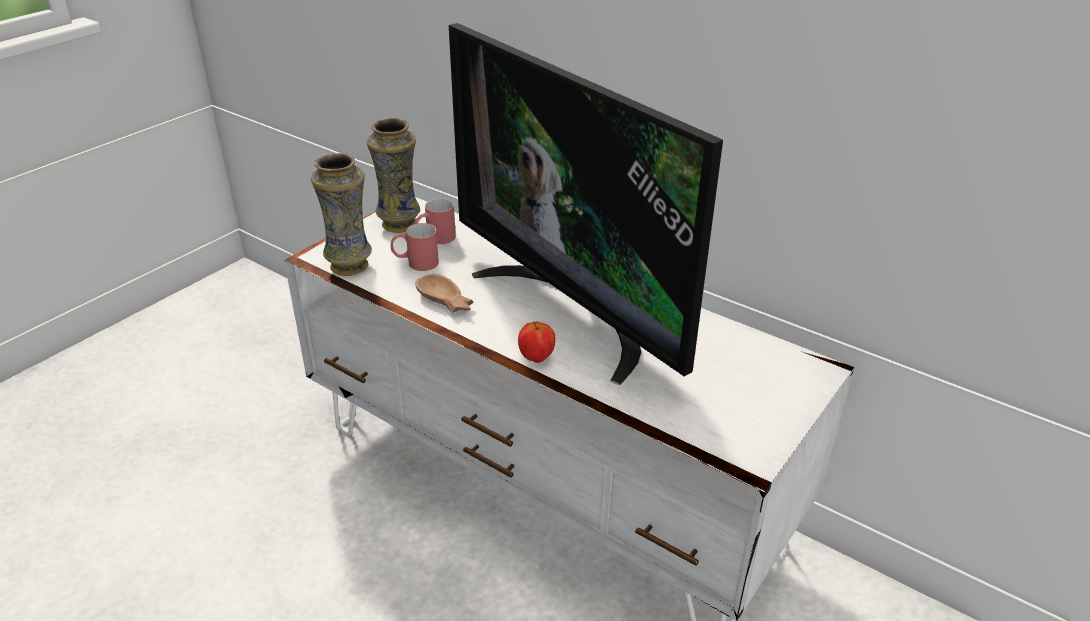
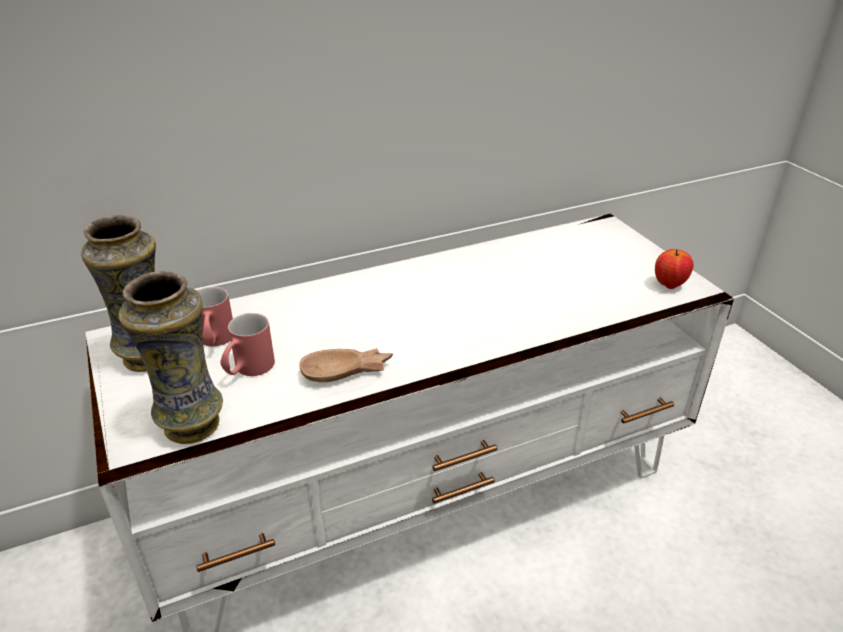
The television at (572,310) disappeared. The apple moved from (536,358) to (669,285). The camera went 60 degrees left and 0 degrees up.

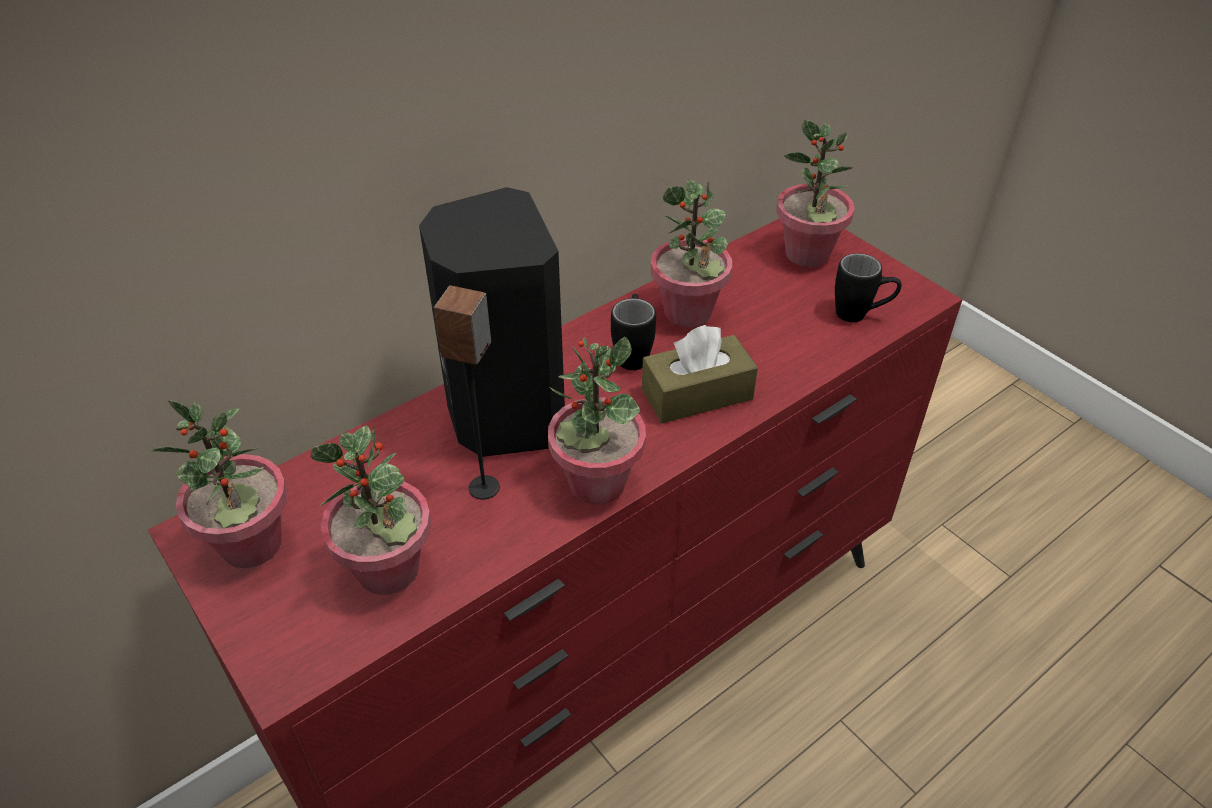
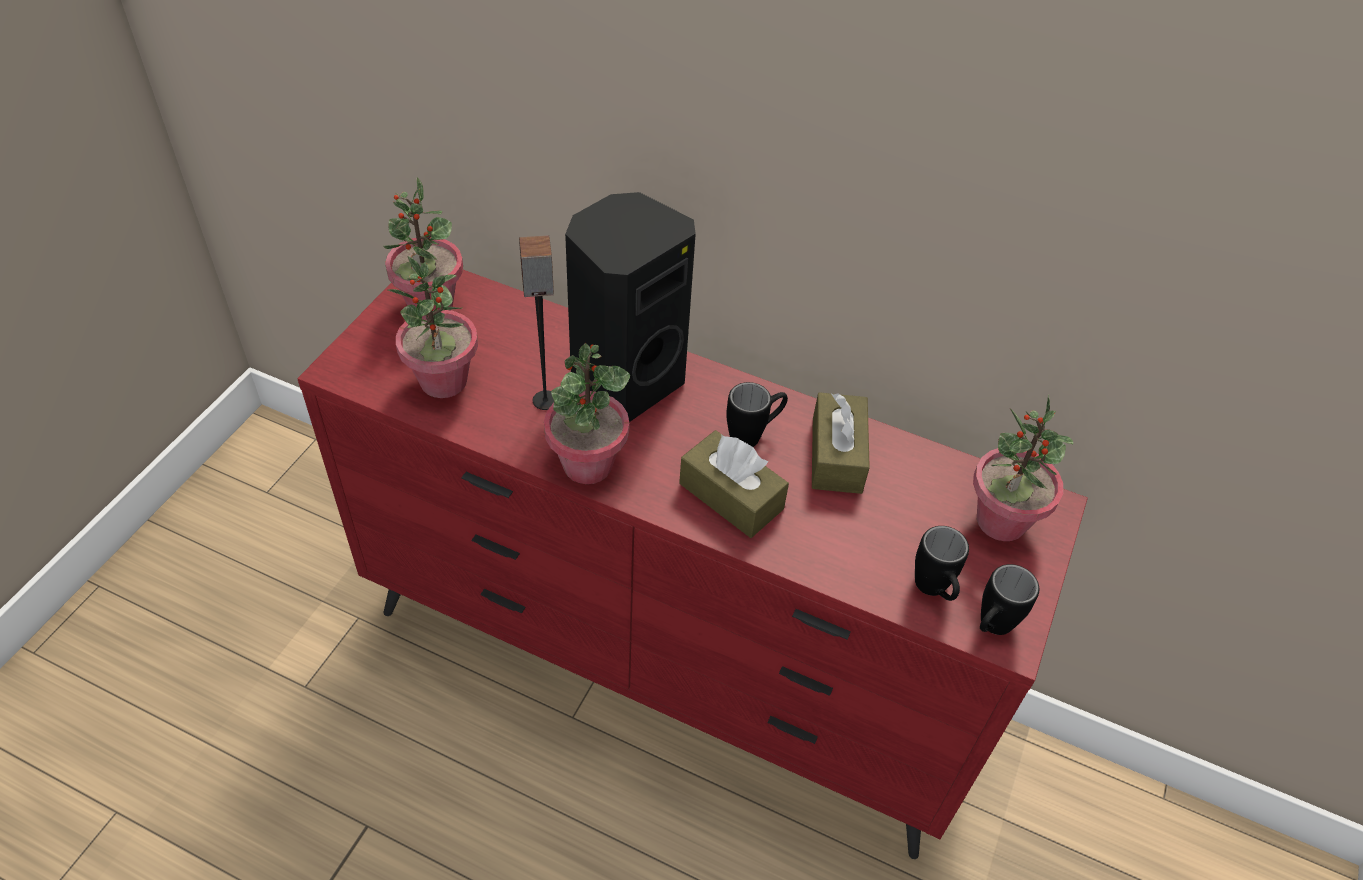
The potted plant at (688,312) was replaced by the tissue box in brown at (836,455). The mug in black at (990,628) appeared. The camera went 60 degrees right and 5 degrees up.

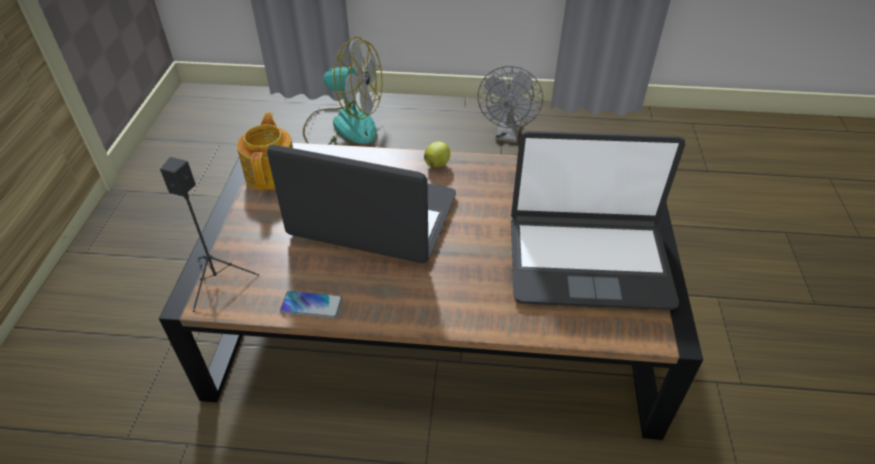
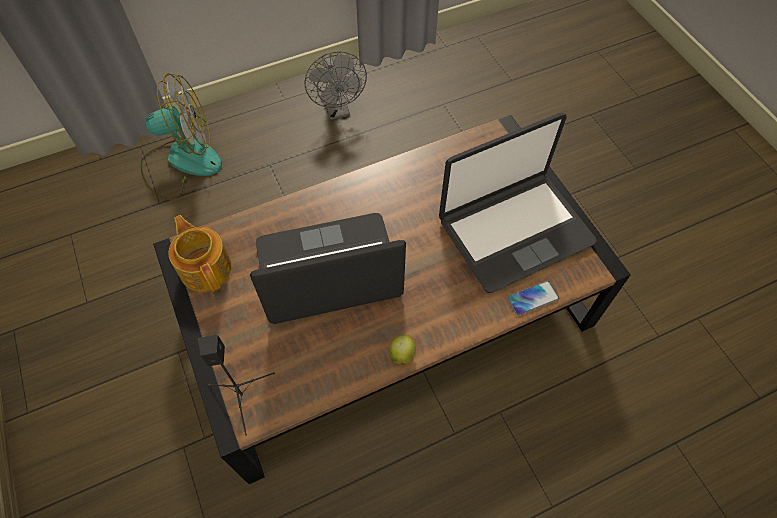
The apple moved from (437,164) to (401,354). The phone moved from (311,305) to (532,298). The camera went 30 degrees left and 15 degrees up.

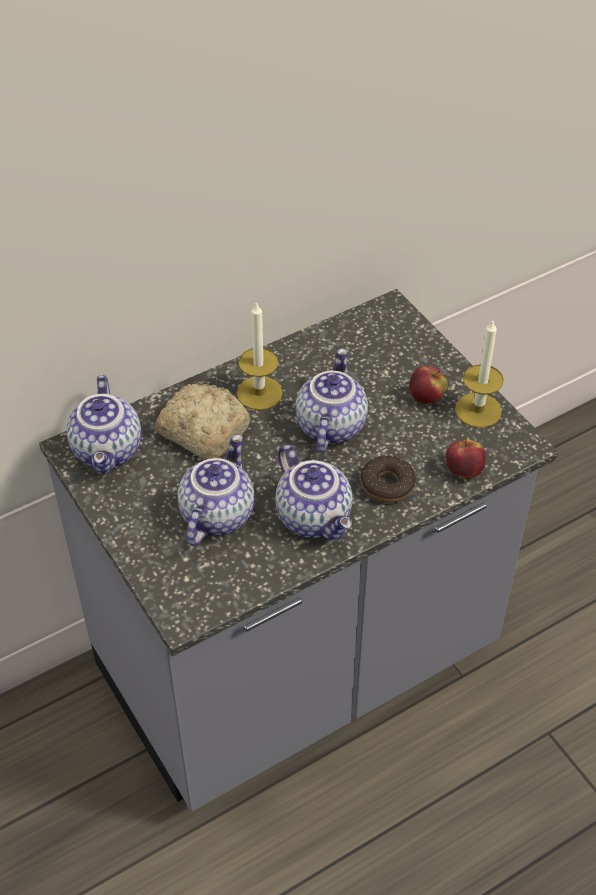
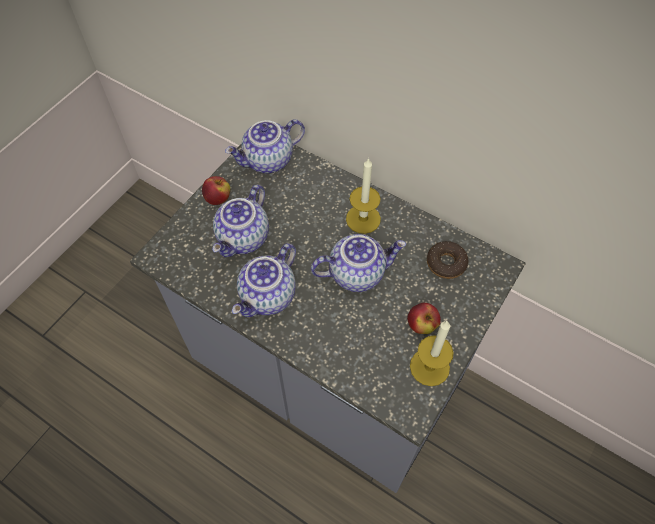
The bread at (202,430) disappeared. The teapot at (216,514) turned 120 degrees clockwise. The apple moved from (463,471) to (218,198). The donut moved from (387,485) to (446,263). The camera went 65 degrees right and 10 degrees up.

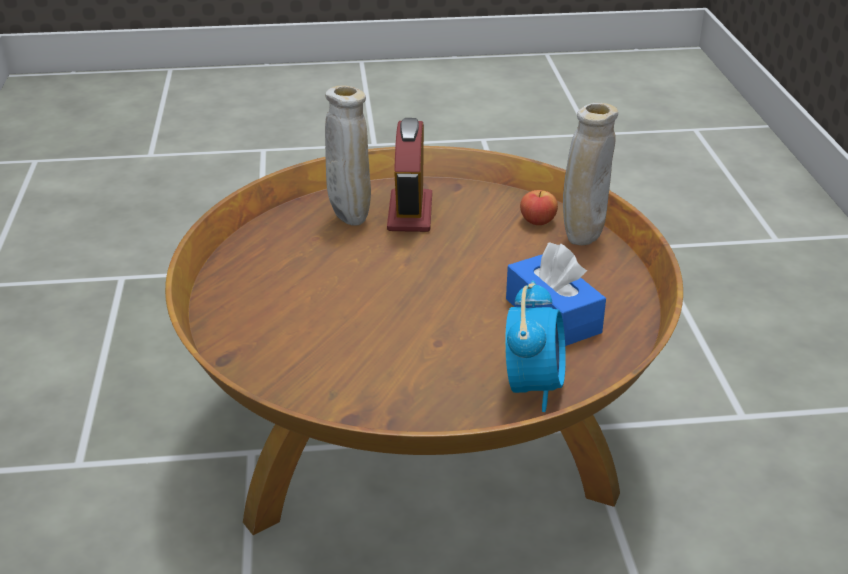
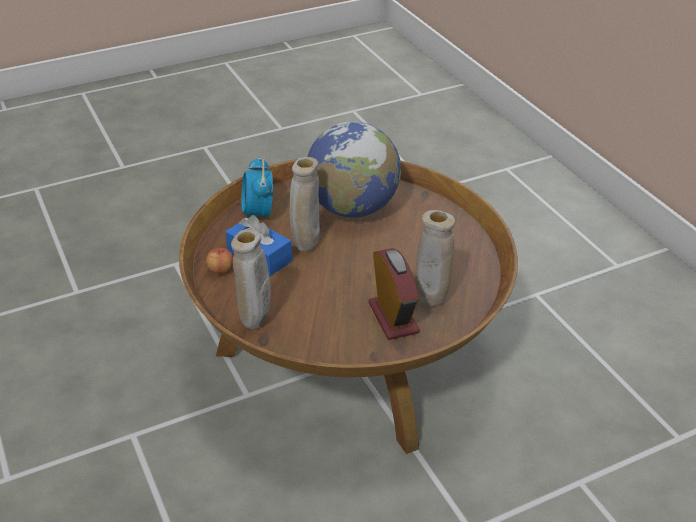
The apple moved from (537,221) to (220,270). The globe at (353,209) appeared. The vase in beige at (306,245) appeared. The camera went 160 degrees right and 5 degrees up.

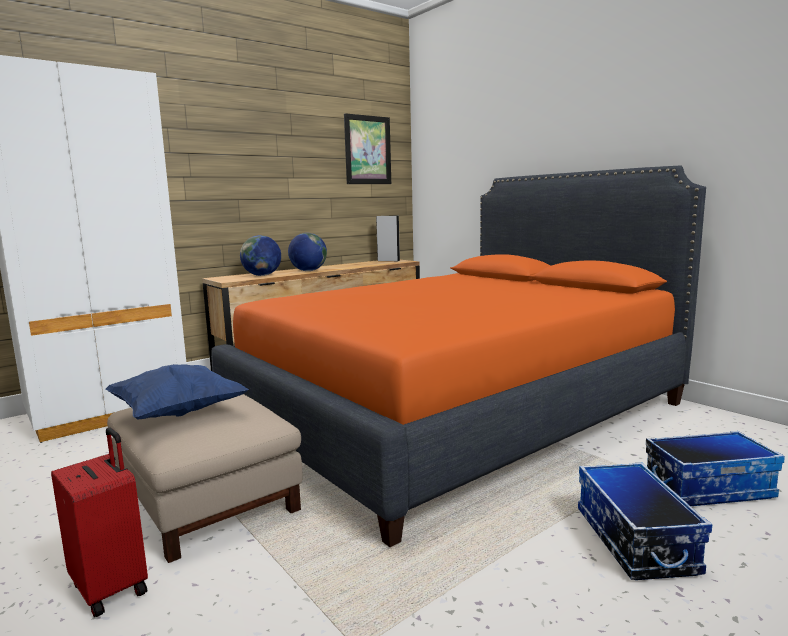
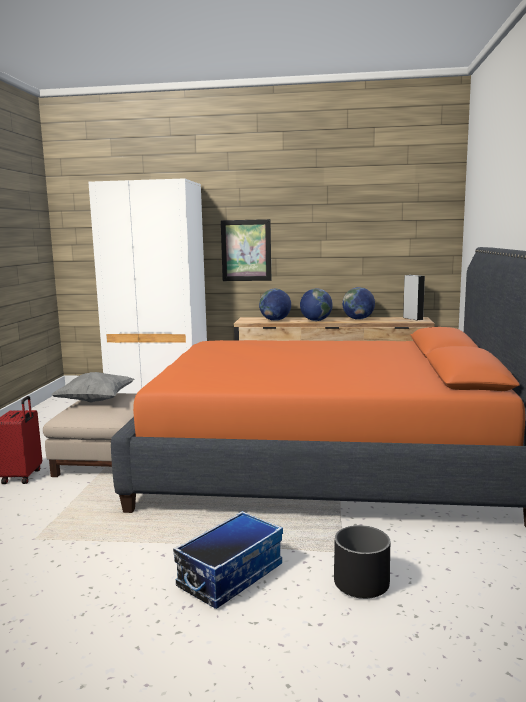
The picture moved from (367,150) to (246,250). The pillow in blue at (178,413) became the pillow in grey at (96,401). The storage box at (708,488) was replaced by the planter in black at (362,584). The globe at (358,319) appeared. The camera went 45 degrees right and 0 degrees up.

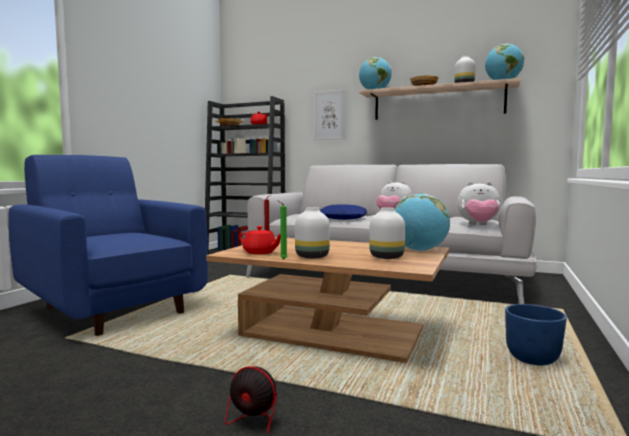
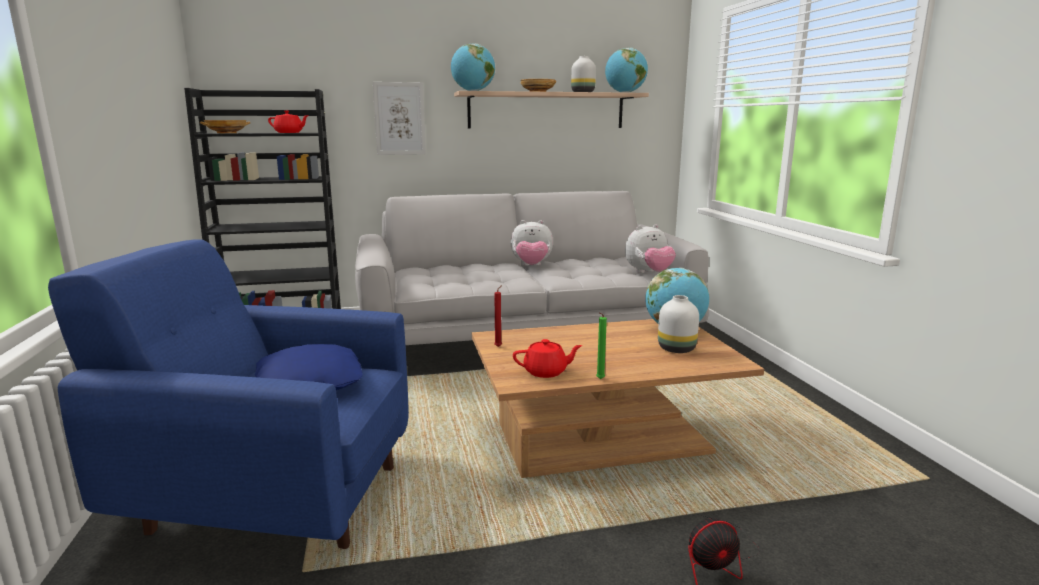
The pillow in blue moved from (343,218) to (311,382). The vase in white at (312,257) disappeared. The planter in blue at (533,359) disappeared. The camera went 35 degrees left and 10 degrees up.

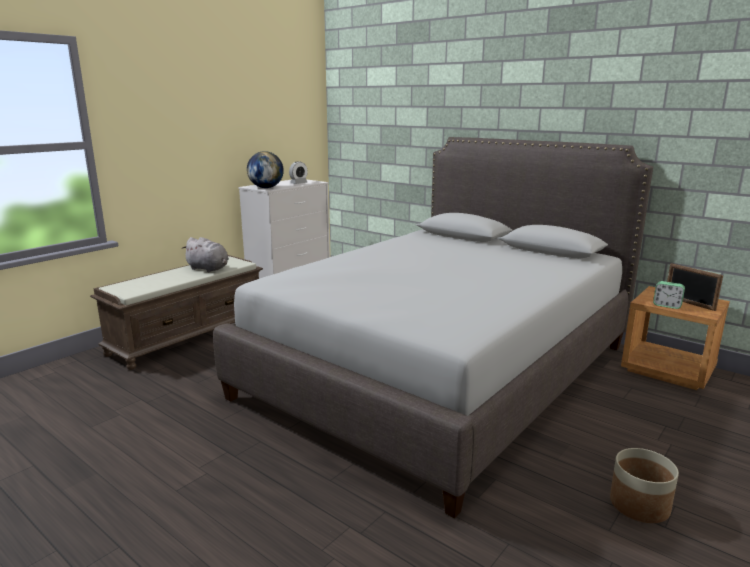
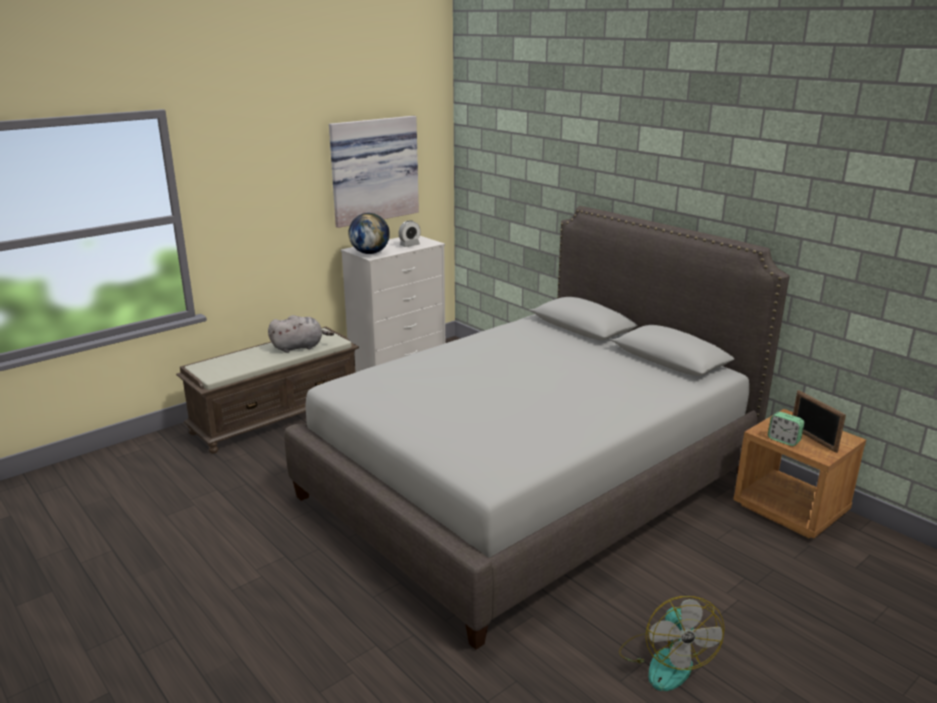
The plush toy in grey at (209,269) turned 60 degrees counterclockwise. The planter at (639,505) was replaced by the fan at (665,660). The picture at (373,170) appeared. The camera went 10 degrees right and 5 degrees up.

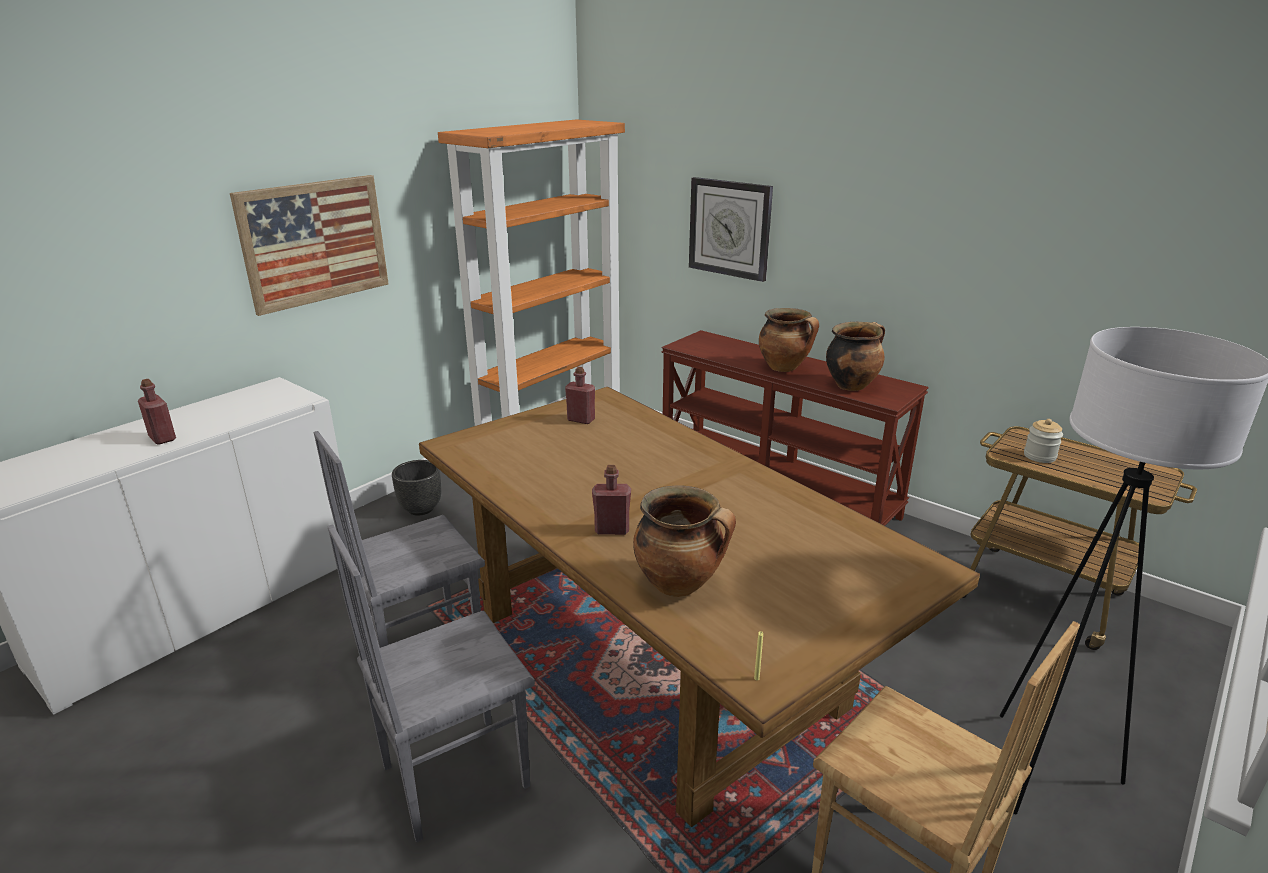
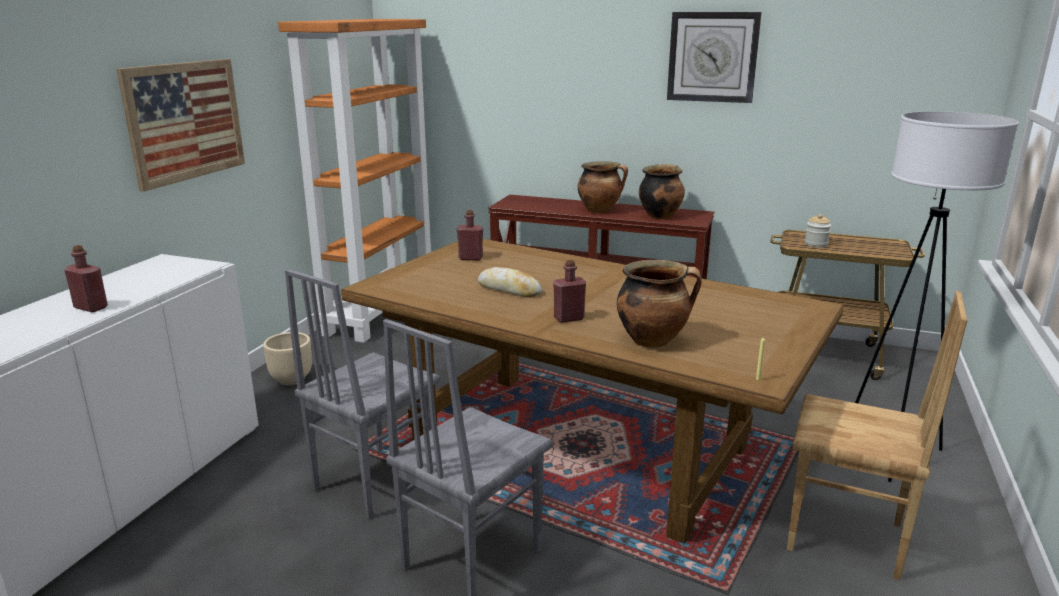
The wall clock moved from (730,228) to (712,57). The planter in black at (421,509) became the planter in beige at (292,380). The bread at (509,289) appeared. The camera went 20 degrees left and 5 degrees down.

